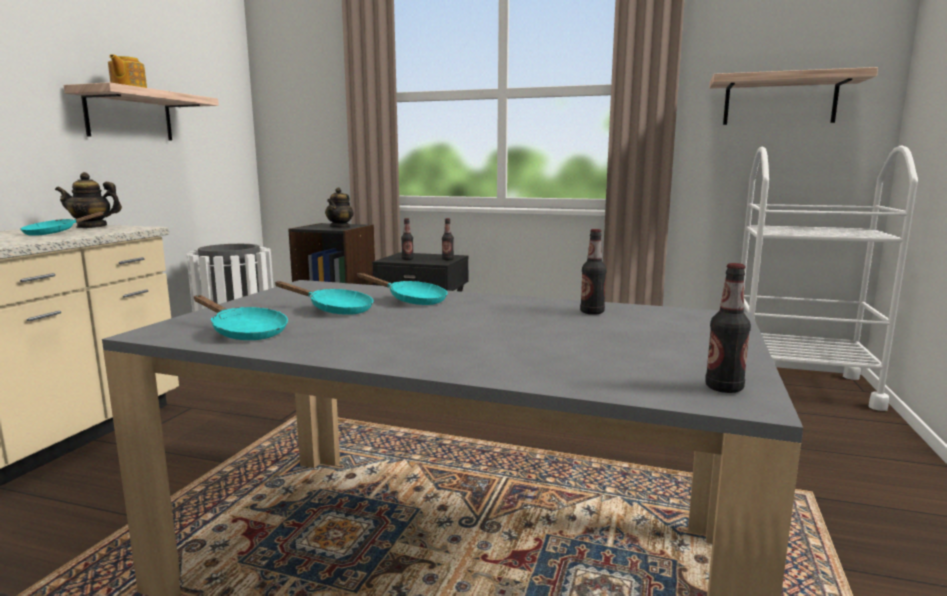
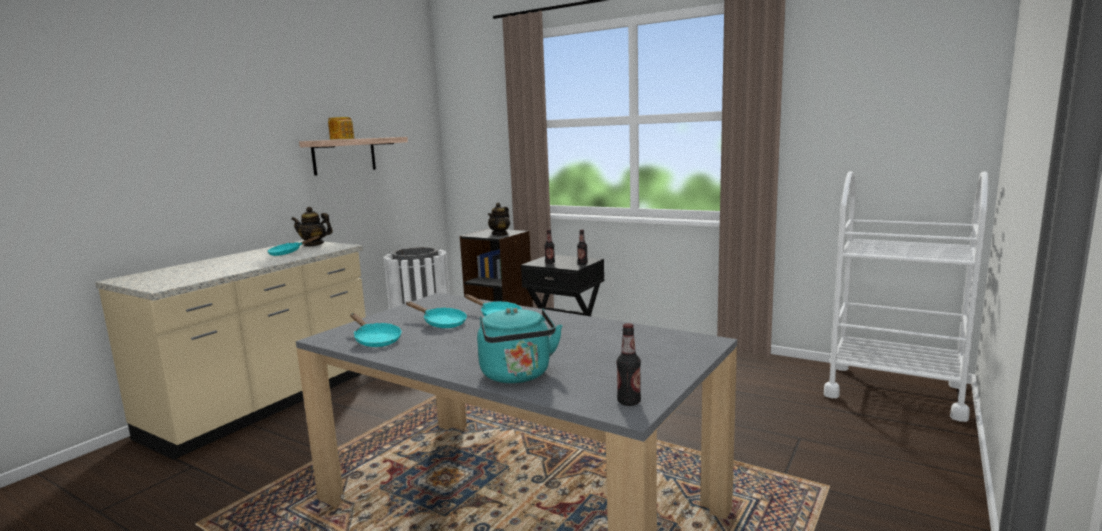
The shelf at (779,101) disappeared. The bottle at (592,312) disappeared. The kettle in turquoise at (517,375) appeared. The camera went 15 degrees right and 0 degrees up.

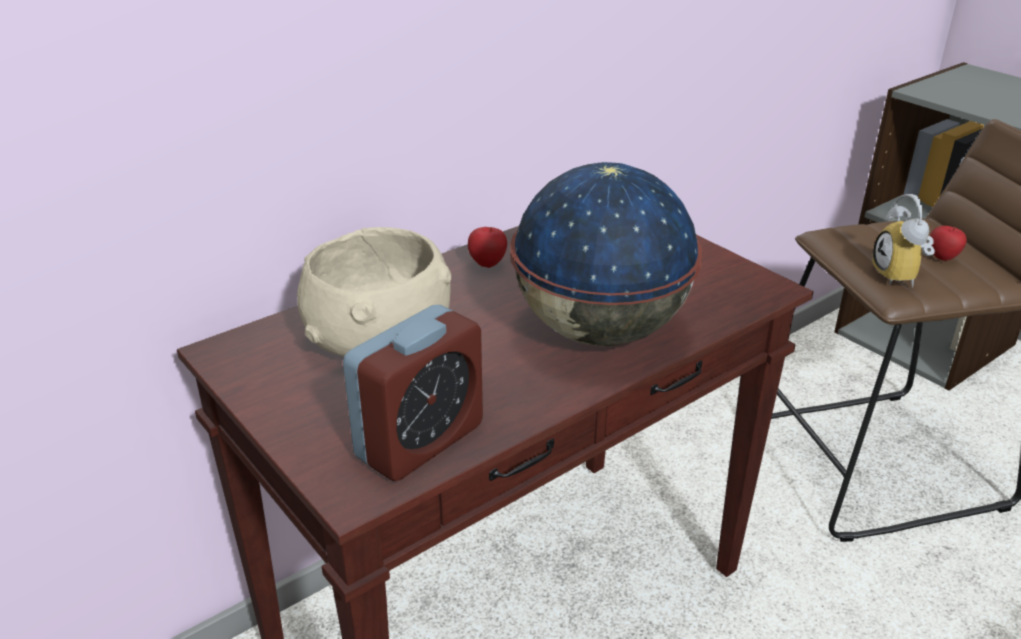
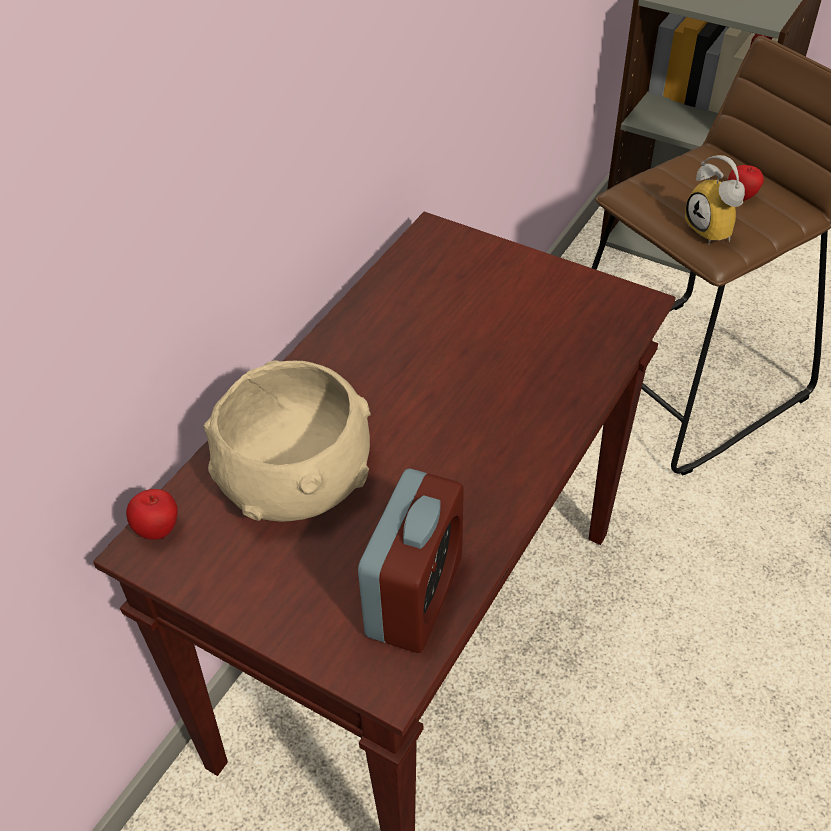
The globe at (601,332) disappeared. The apple moved from (488,264) to (159,530). The camera went 20 degrees left and 15 degrees up.

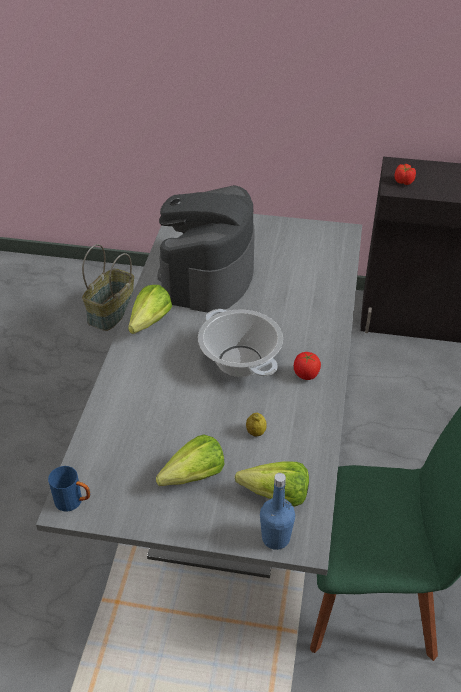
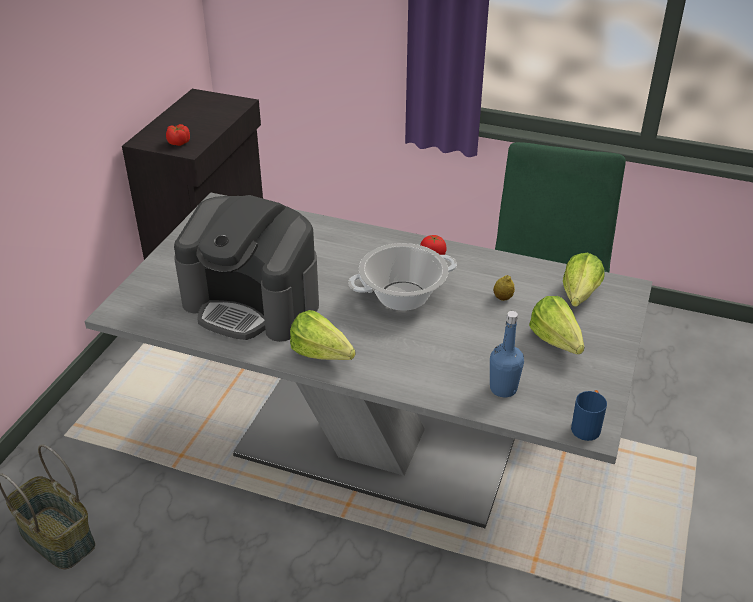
The bottle in blue moved from (275,538) to (503,388). The camera went 80 degrees left and 5 degrees down.

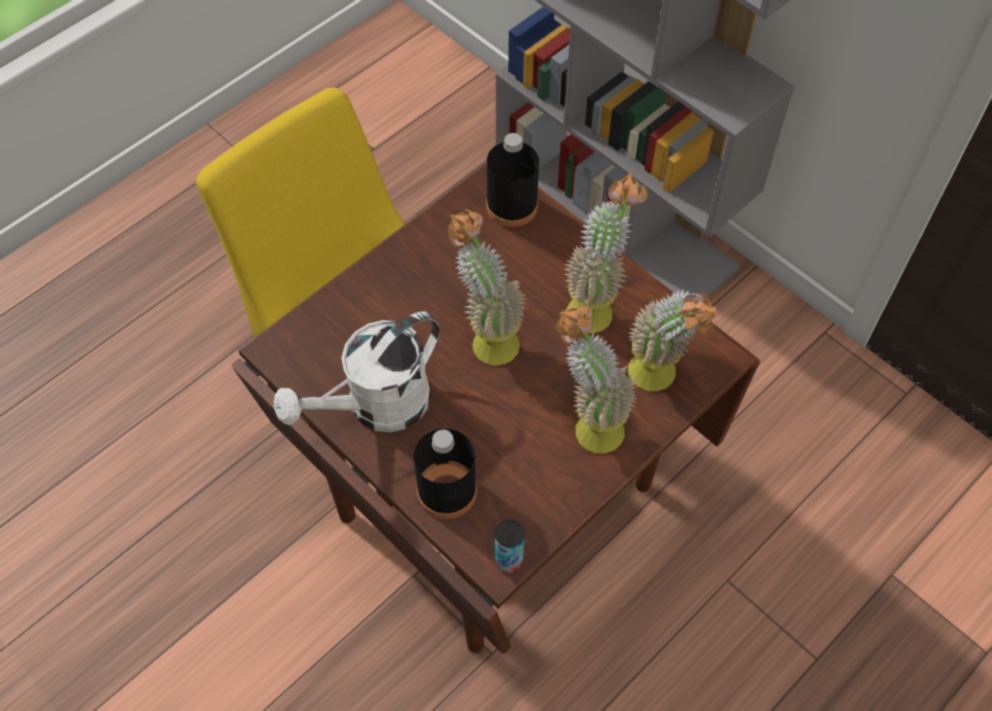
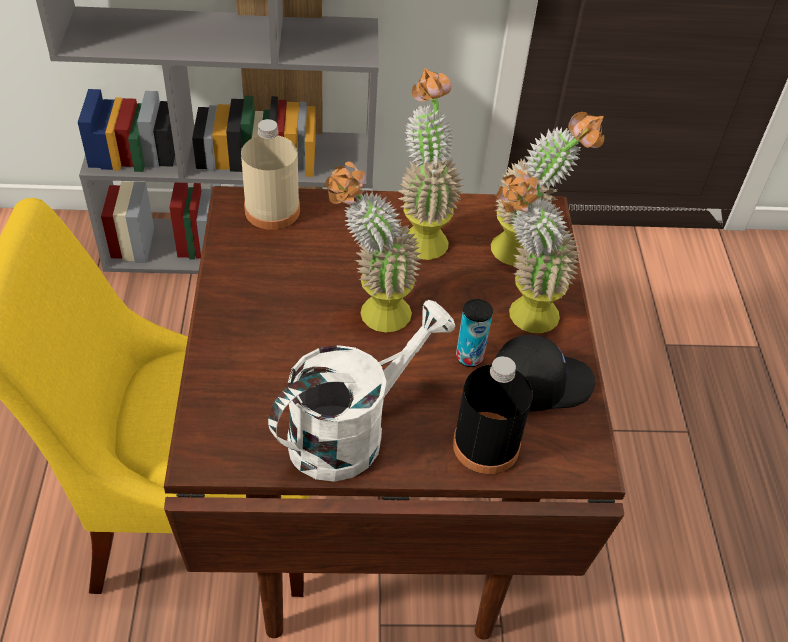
The bottle in black at (512,206) became the bottle in beige at (272,210). The watering can in white at (376,407) turned 135 degrees counterclockwise. The can moved from (509,560) to (469,357). The cap in black at (540,383) appeared. The camera went 50 degrees left and 10 degrees down.

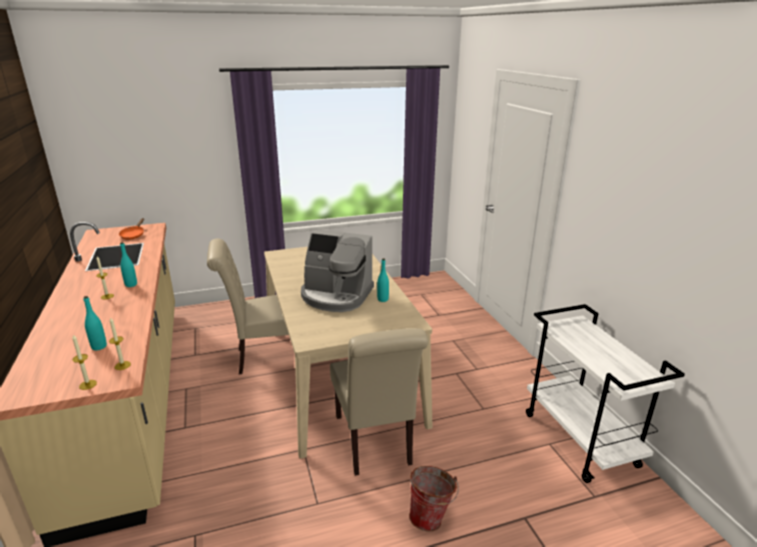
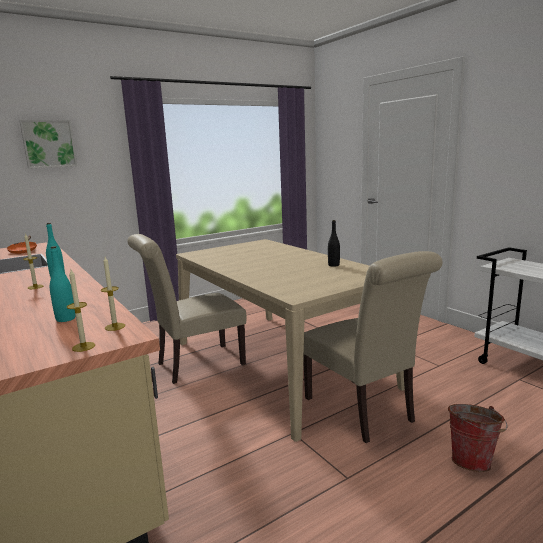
The coffee machine at (336,296) disappeared. The bottle in turquoise at (383,299) became the bottle in black at (333,265). The picture at (49,144) appeared. The camera went 15 degrees left and 10 degrees down.

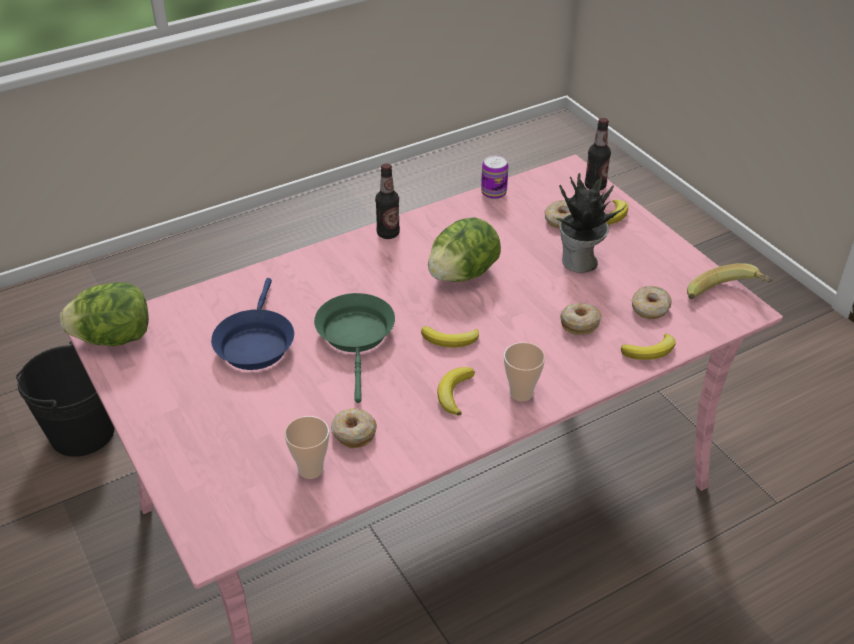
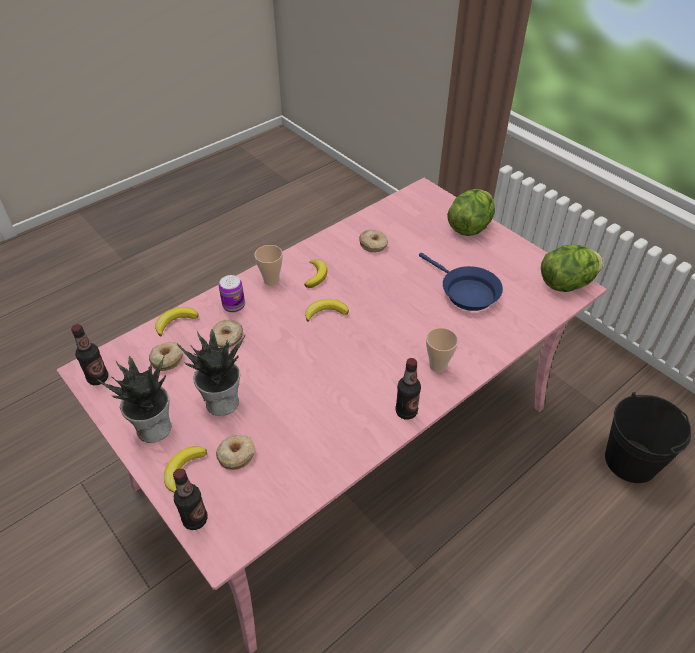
The can moved from (493,192) to (234,305). The lettuce moved from (463,274) to (469,227). The banana at (726,298) was replaced by the bottle at (98,378). The frying pan in blue at (255,343) turned 150 degrees clockwise. The frying pan in green at (356,337) disappeared. The cup moved from (311,469) to (438,365). The potted plant at (153,427) appeared. The camera went 170 degrees right and 5 degrees up.

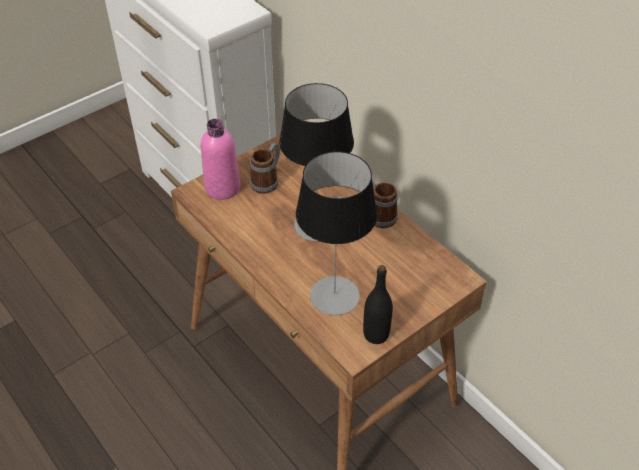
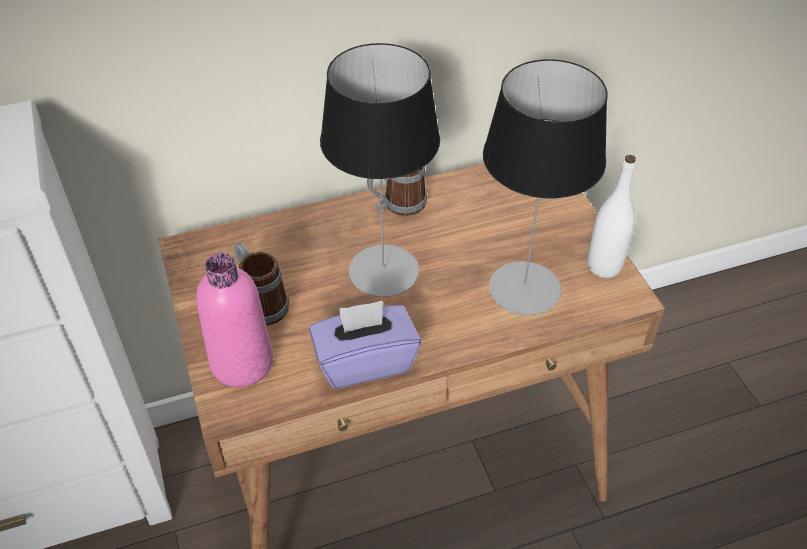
The bottle in black at (376,334) became the bottle in white at (604,266). The tissue box in purple at (365,361) appeared. The camera went 70 degrees left and 0 degrees up.

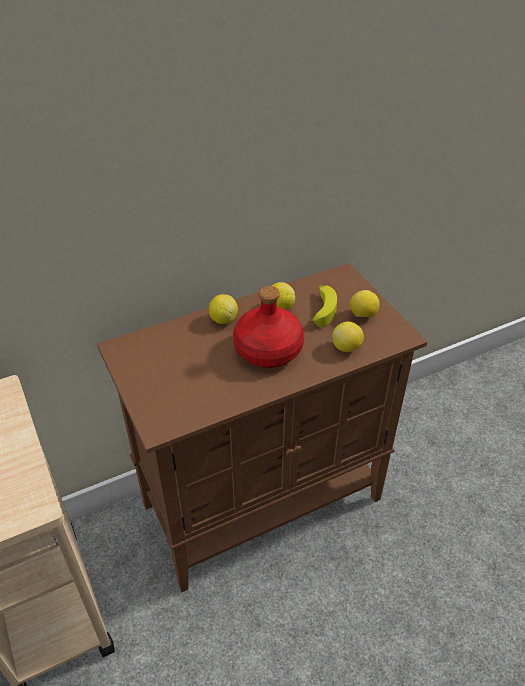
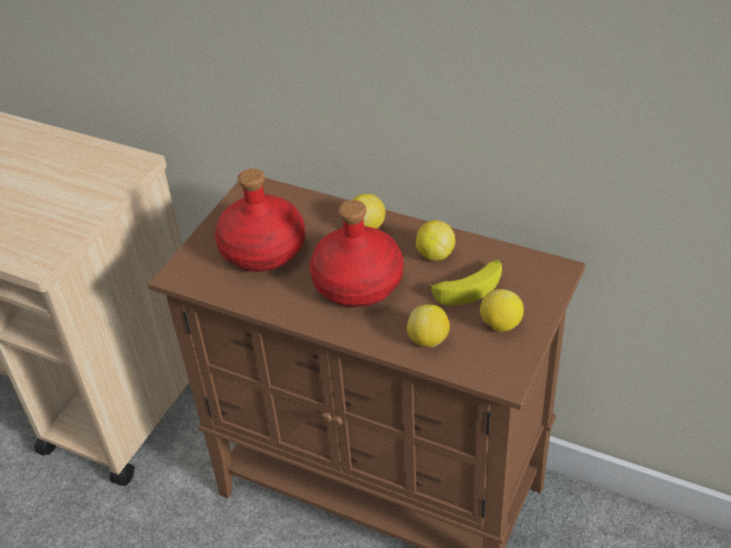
The bottle in red at (263,249) appeared. The camera went 55 degrees right and 0 degrees up.

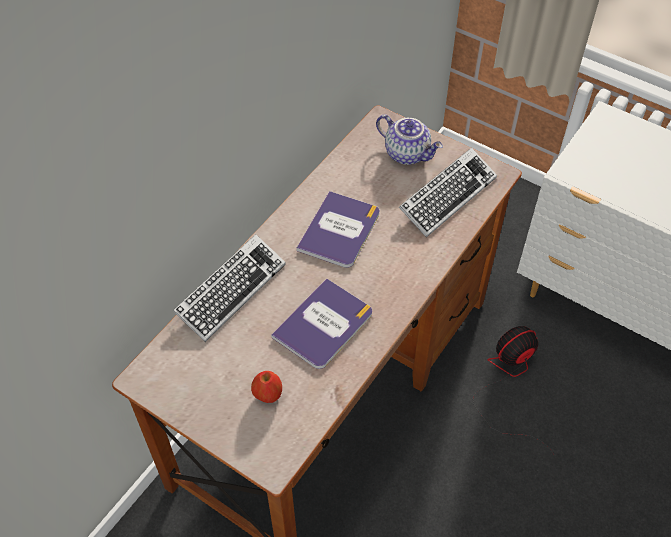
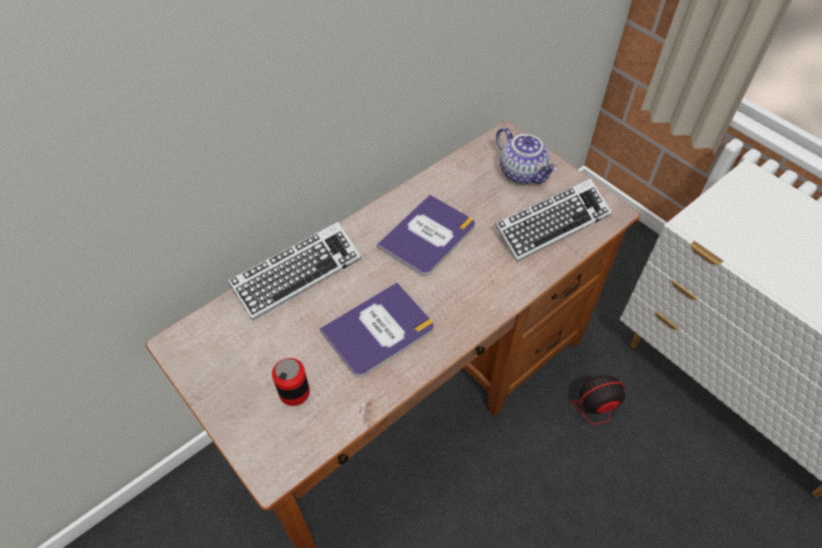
The apple at (268,395) was replaced by the can at (294,392). The camera went 15 degrees right and 0 degrees up.

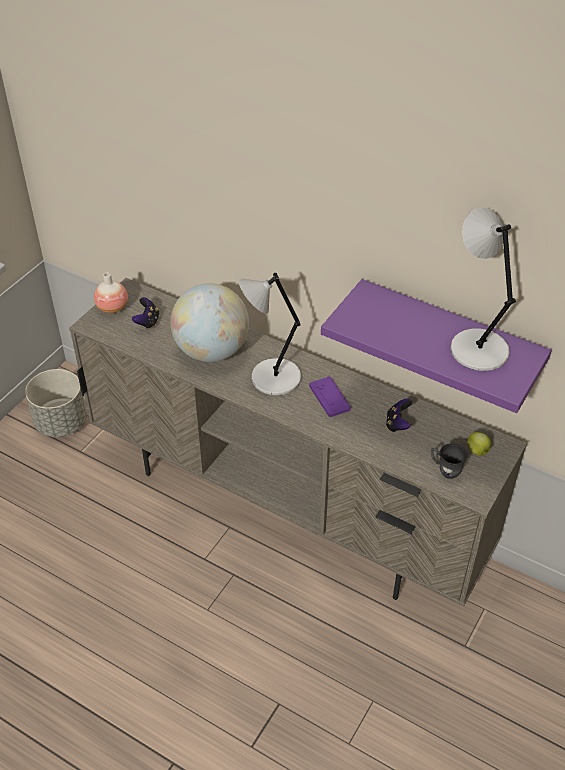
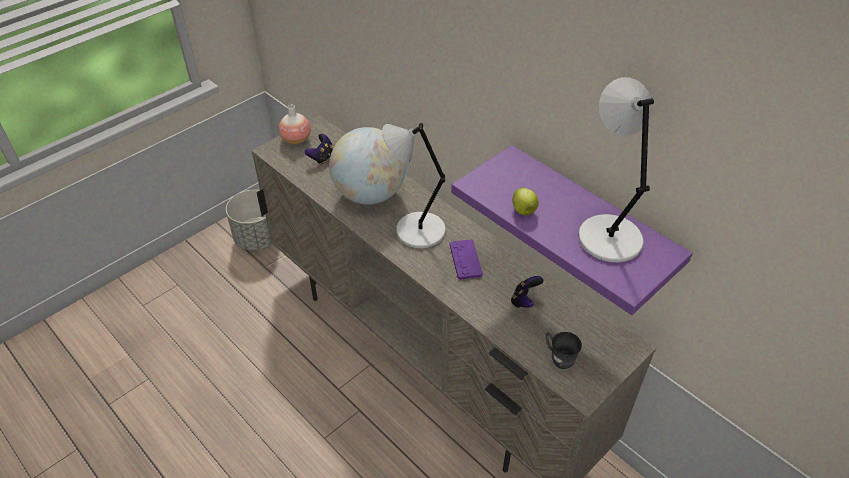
The apple moved from (478,451) to (524,211). The camera went 15 degrees right and 0 degrees up.

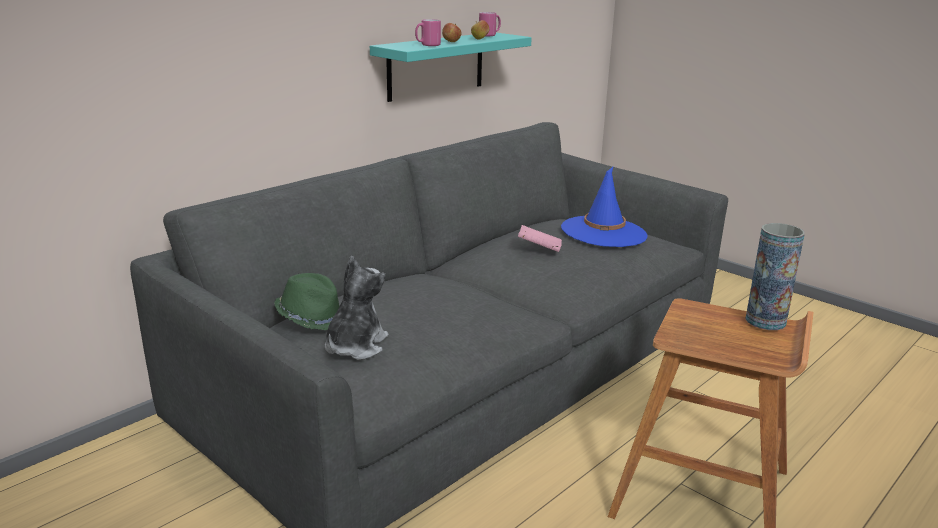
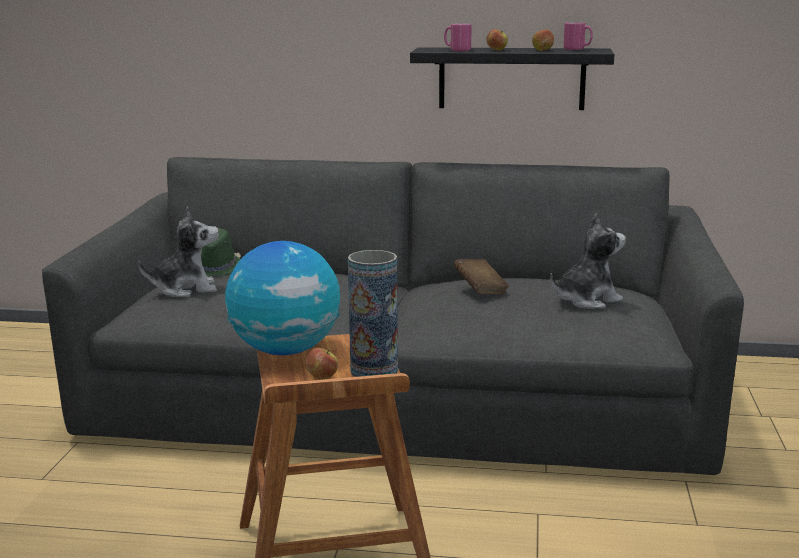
The shelf in turquoise at (436,66) became the shelf in black at (511,78). The hat in blue at (603,232) was replaced by the plush toy at (586,300). The book in pink at (539,250) became the book in brown at (480,289). The globe at (285,350) appeared. The apple at (322,378) appeared. The camera went 55 degrees right and 5 degrees down.

